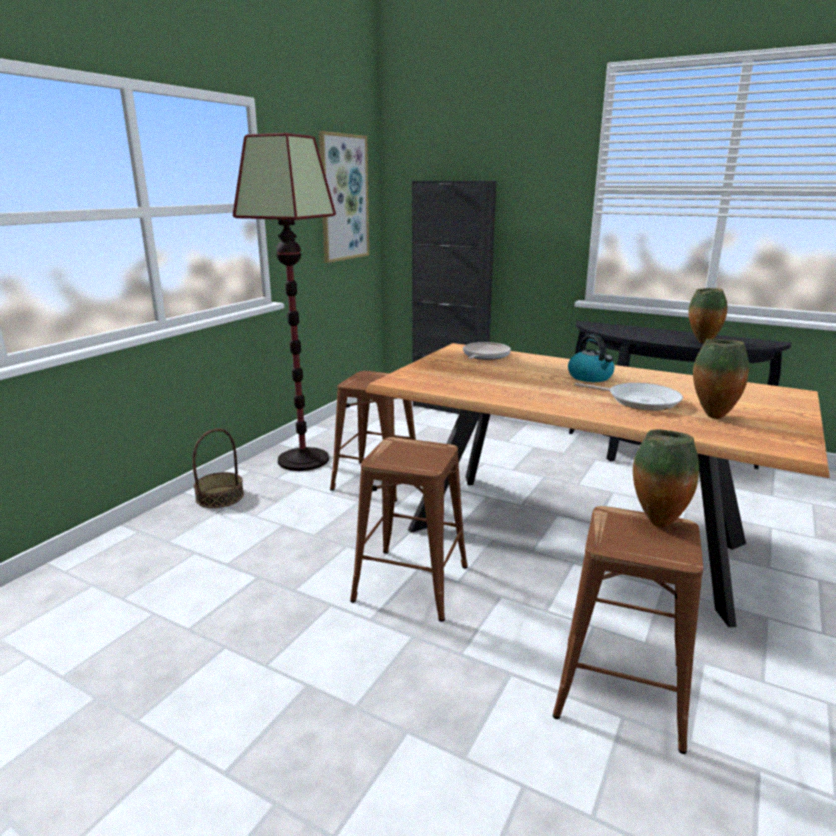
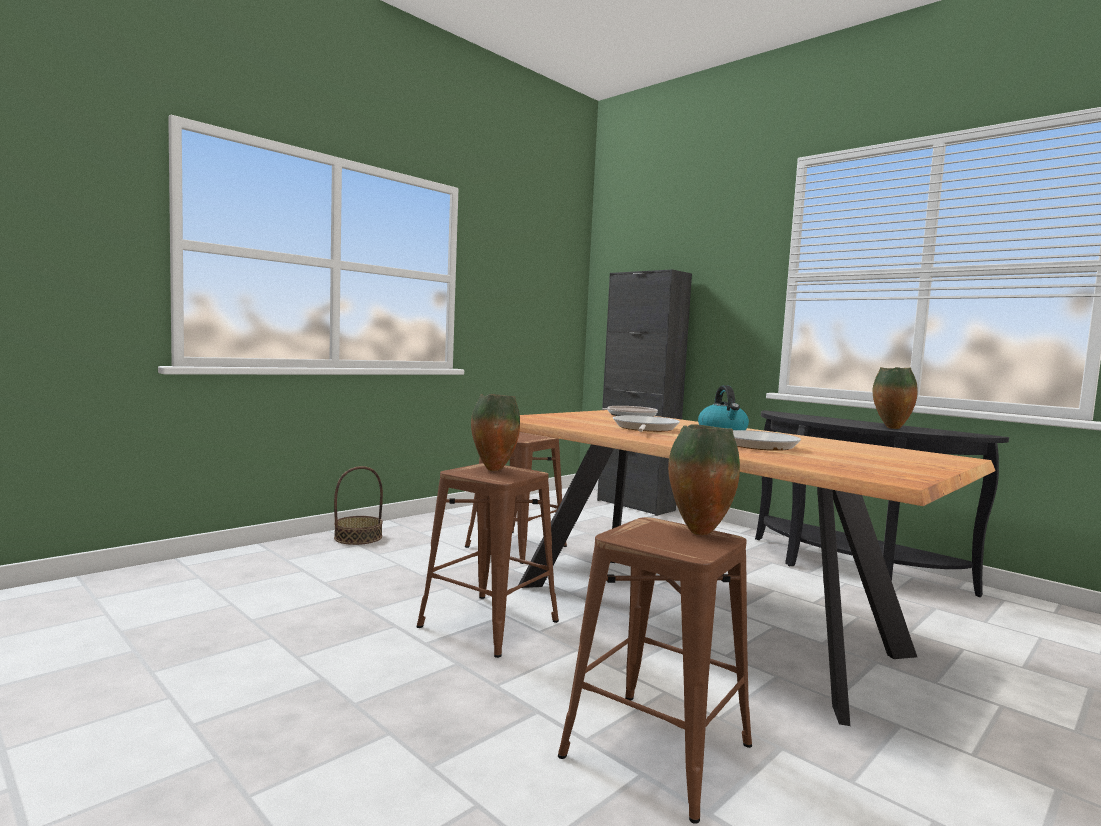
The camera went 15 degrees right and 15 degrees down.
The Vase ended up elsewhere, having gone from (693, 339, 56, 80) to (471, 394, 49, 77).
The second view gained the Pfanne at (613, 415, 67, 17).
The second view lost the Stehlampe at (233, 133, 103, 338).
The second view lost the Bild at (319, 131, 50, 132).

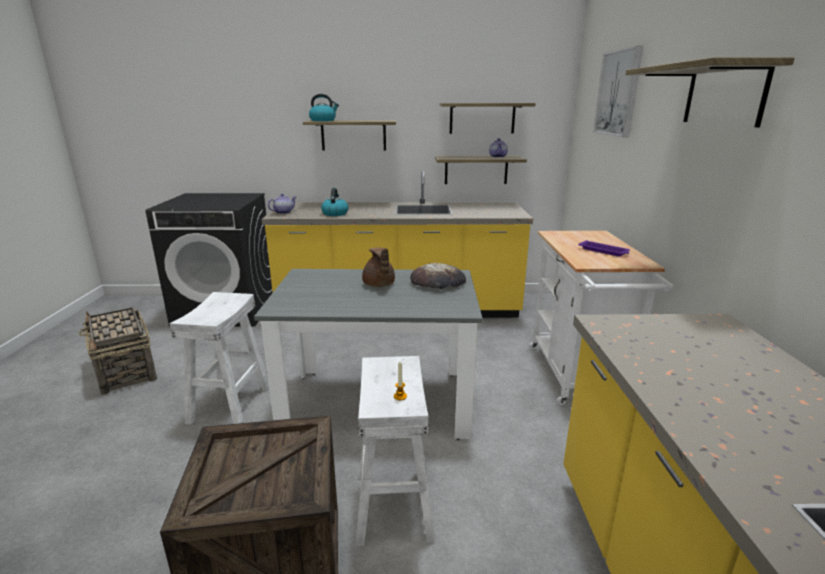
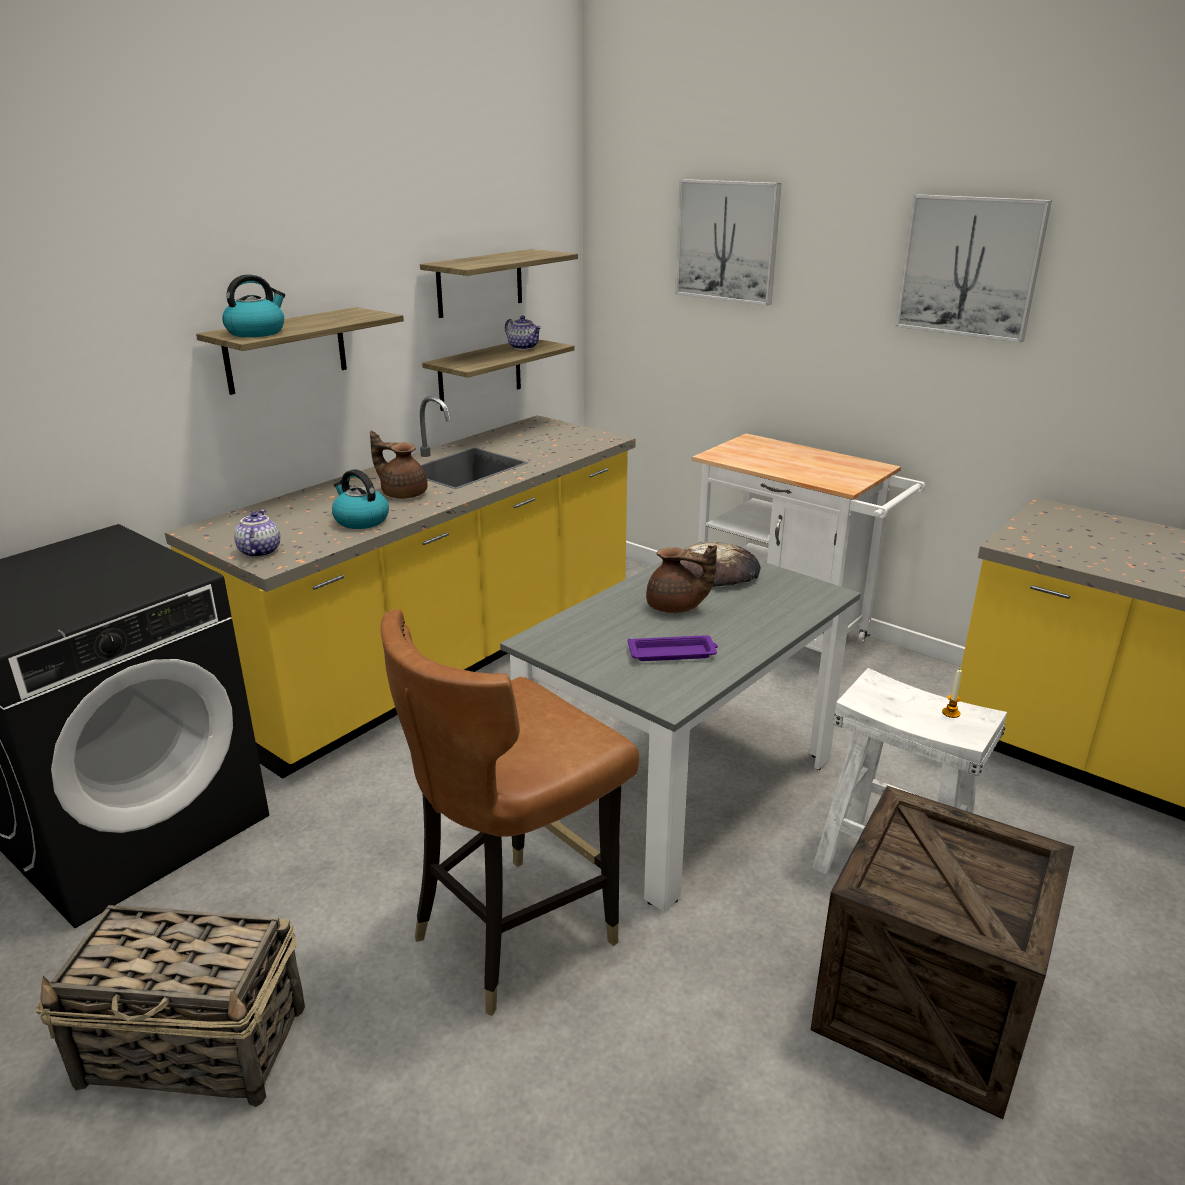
The camera went 50 degrees left and 5 degrees up.
The second view gained the Teekanne/braun at (370, 431, 58, 68).
Where the Hocker/weiß stood at (170, 292, 99, 132), the Stuhl/braun came to stand at (381, 609, 258, 407).
The Tablett/lila ended up elsewhere, having gone from (578, 240, 52, 17) to (628, 635, 90, 26).
Where the Wandregal hung at (626, 57, 169, 70), the Bild came to hang at (895, 194, 157, 149).

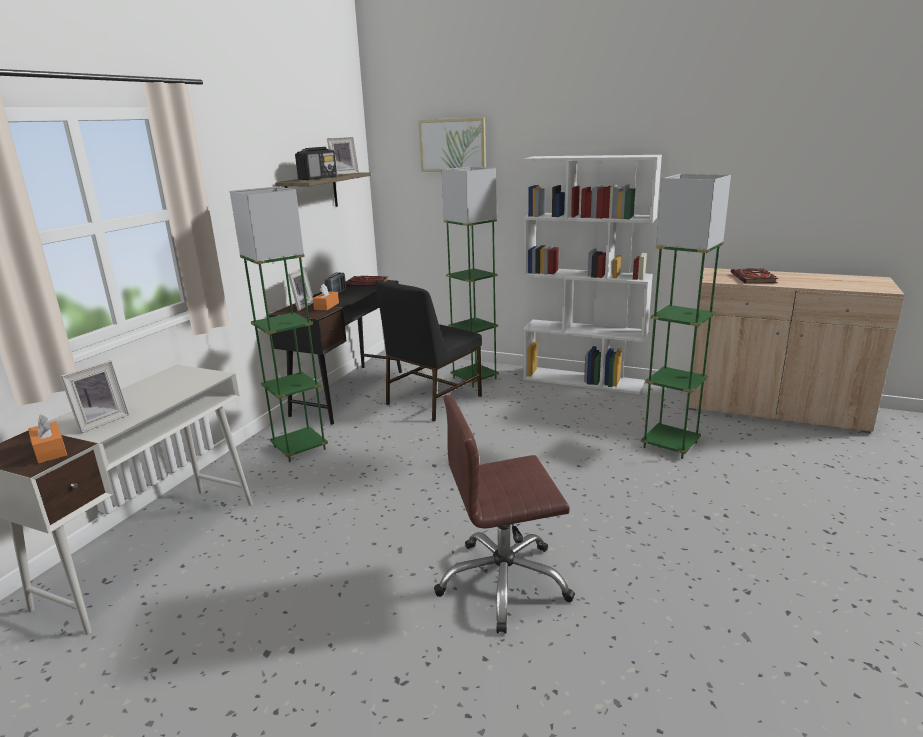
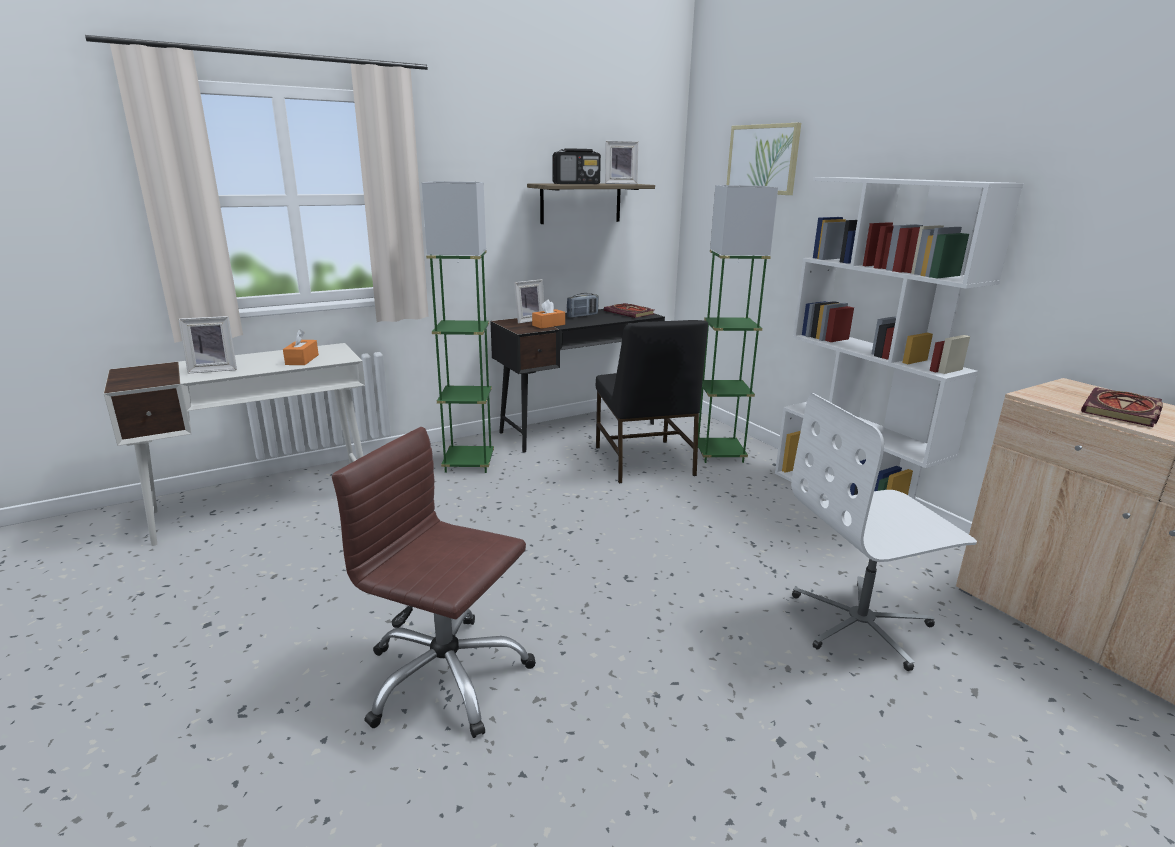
The camera went 35 degrees right and 0 degrees up.
The Taschentuchbox/orange ended up elsewhere, having gone from (28, 414, 39, 50) to (283, 329, 36, 36).
The Stuhl/schwarz at (376, 281, 106, 140) ended up facing another way, 90 degrees counterclockwise from before.
Where the Stehlampe/grün stood at (641, 174, 90, 285), the Bürostuhl/weiß came to stand at (791, 393, 186, 278).

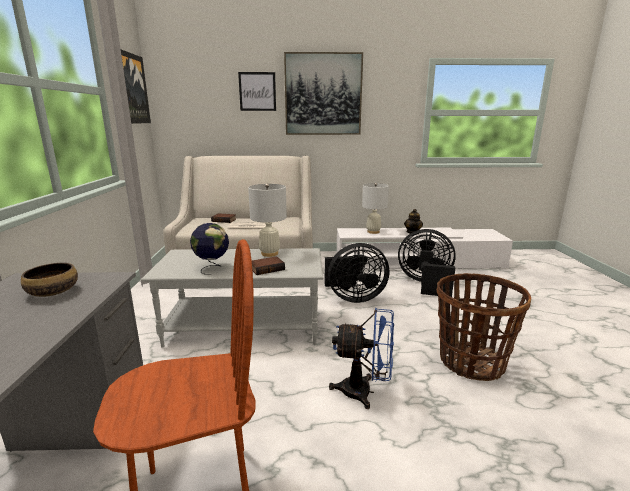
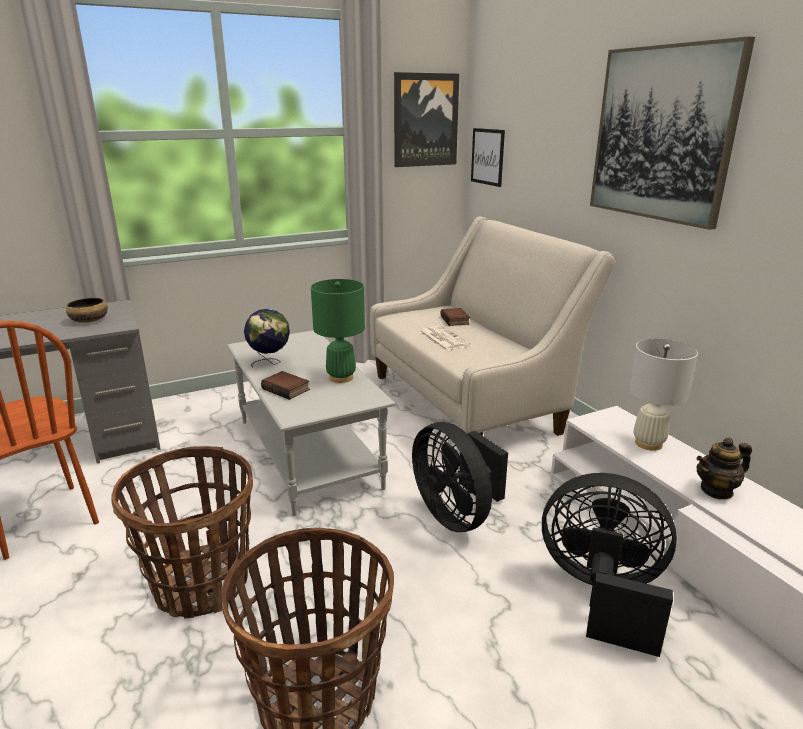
The camera went 65 degrees right and 5 degrees up.
Where the Ventilator/blau stood at (329, 307, 65, 102), the Korb came to stand at (111, 446, 142, 173).
What was the Tischlampe/weiß at (248, 184, 39, 73) turned into the Tischlampe/grün at (311, 279, 54, 104).
The Bild ended up elsewhere, having gone from (238, 72, 38, 39) to (471, 128, 34, 59).
The Ventilator/schwarz at (398, 229, 58, 68) ended up facing another way, 60 degrees counterclockwise from before.

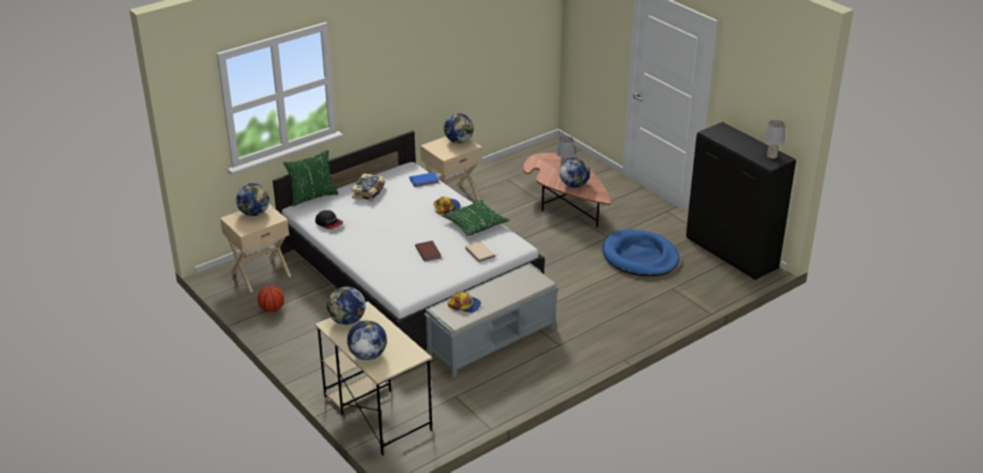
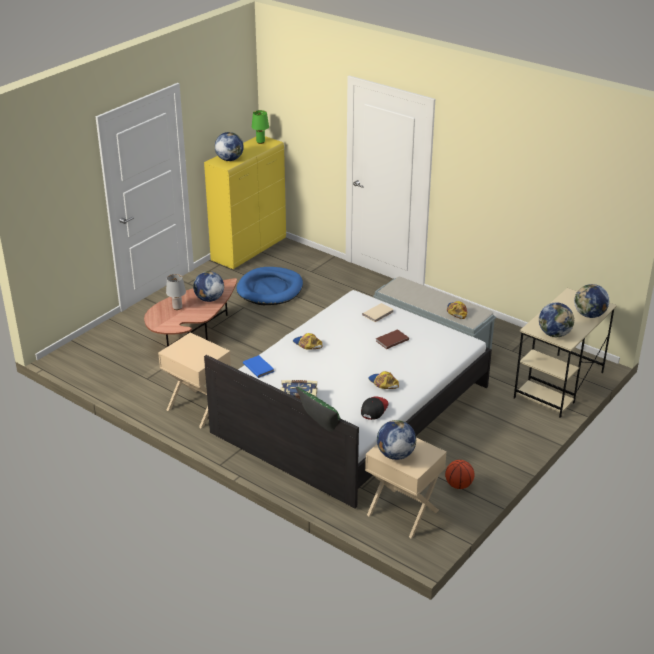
The camera went 105 degrees left and 0 degrees up.
What was the Schrank/schwarz at (686, 122, 110, 158) turned into the Schrank/gelb at (204, 136, 82, 133).
The Globus ended up elsewhere, having gone from (444, 113, 30, 30) to (215, 132, 29, 29).
What was the Tischlampe/grau at (764, 120, 21, 39) turned into the Tischlampe/grün at (252, 110, 17, 34).
The second view gained the Kappe at (368, 371, 31, 18).
The second view lost the Kissen/grün at (442, 200, 68, 36).

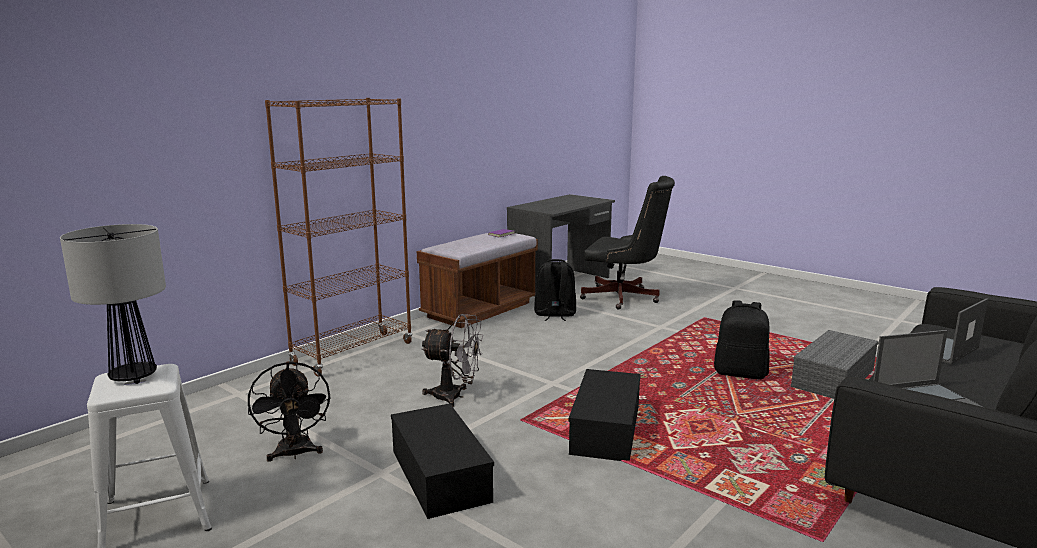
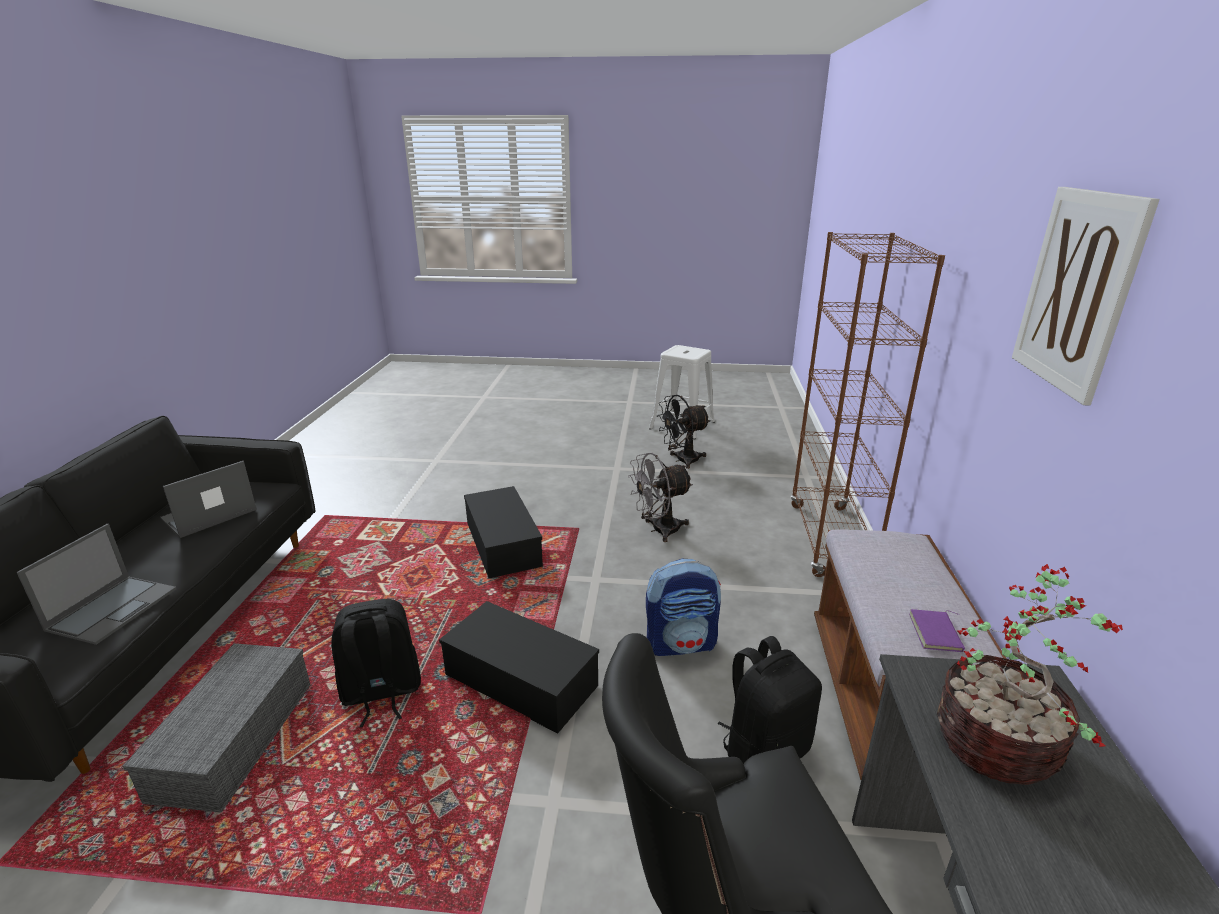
The camera went 145 degrees right and 10 degrees up.
The Aufbewahrungsbox/schwarz ended up elsewhere, having gone from (391, 404, 103, 115) to (439, 601, 160, 133).
The second view gained the Rucksack at (646, 559, 75, 97).
The Ventilator/schwarz at (248, 361, 82, 101) ended up facing another way, 60 degrees counterclockwise from before.
The second view gained the Topfpflanze at (937, 564, 186, 221).
The second view gained the Bild at (1012, 187, 147, 219).
The second view lost the Tischlampe at (60, 224, 106, 160).

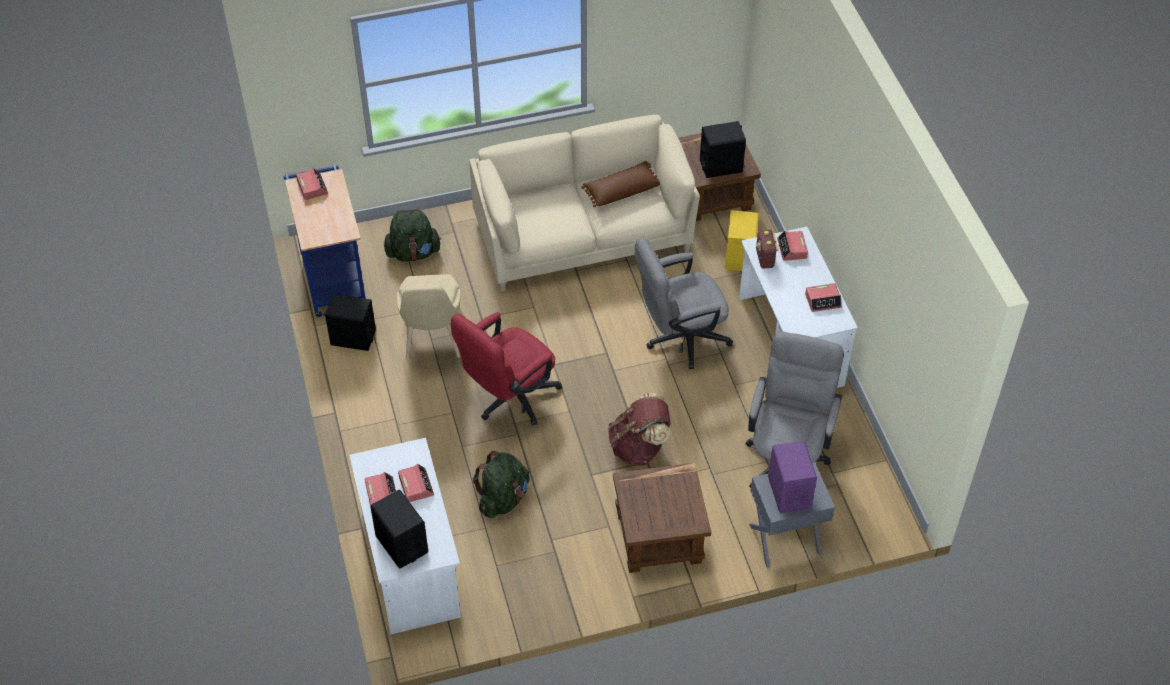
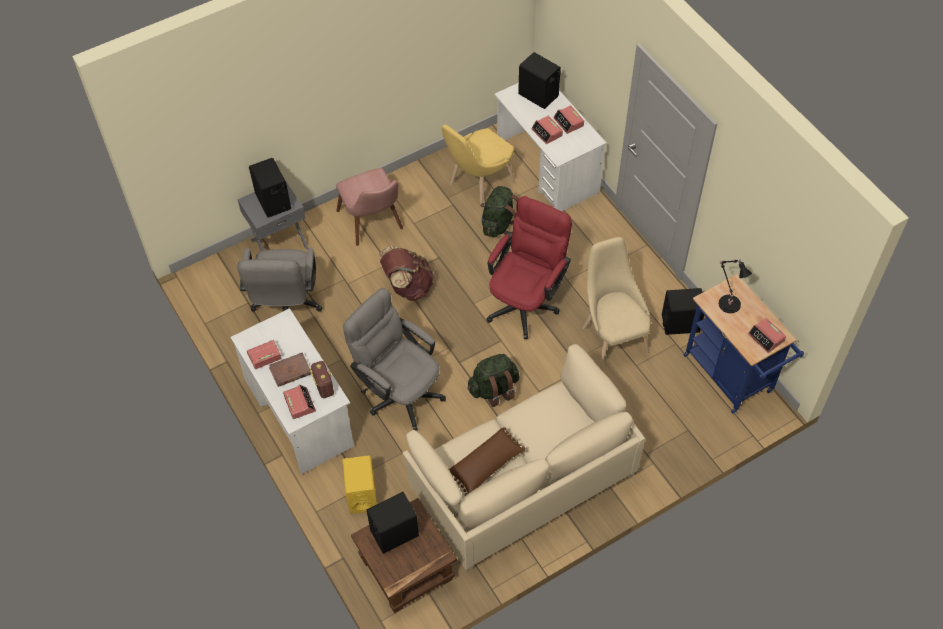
The camera went 165 degrees right and 5 degrees up.
What was the Lautsprecher/lila at (768, 441, 49, 72) turned into the Lautsprecher/schwarz at (249, 158, 42, 59).
The second view gained the Buch/braun at (269, 352, 42, 35).
Where the Beistelltisch/braun stood at (613, 463, 98, 110), the Stuhl/rosa came to stand at (336, 168, 67, 78).
The Bürostuhl/grau at (635, 238, 98, 131) ended up facing another way, 105 degrees counterclockwise from before.
The second view gained the Stuhl/gelb at (441, 125, 75, 82).
The Rucksack/grün ended up elsewhere, having gone from (384, 207, 58, 55) to (468, 354, 52, 53).
The second view gained the Tischlampe/schwarz at (719, 259, 33, 54).

